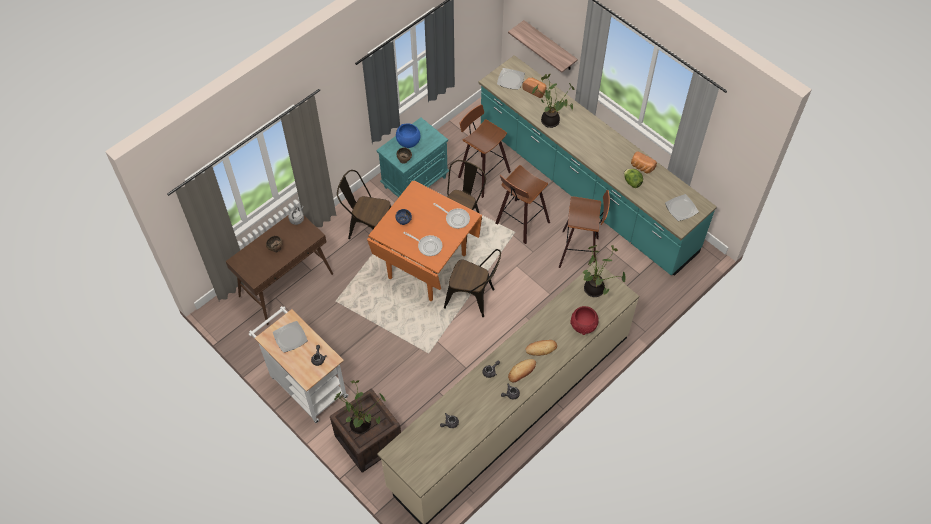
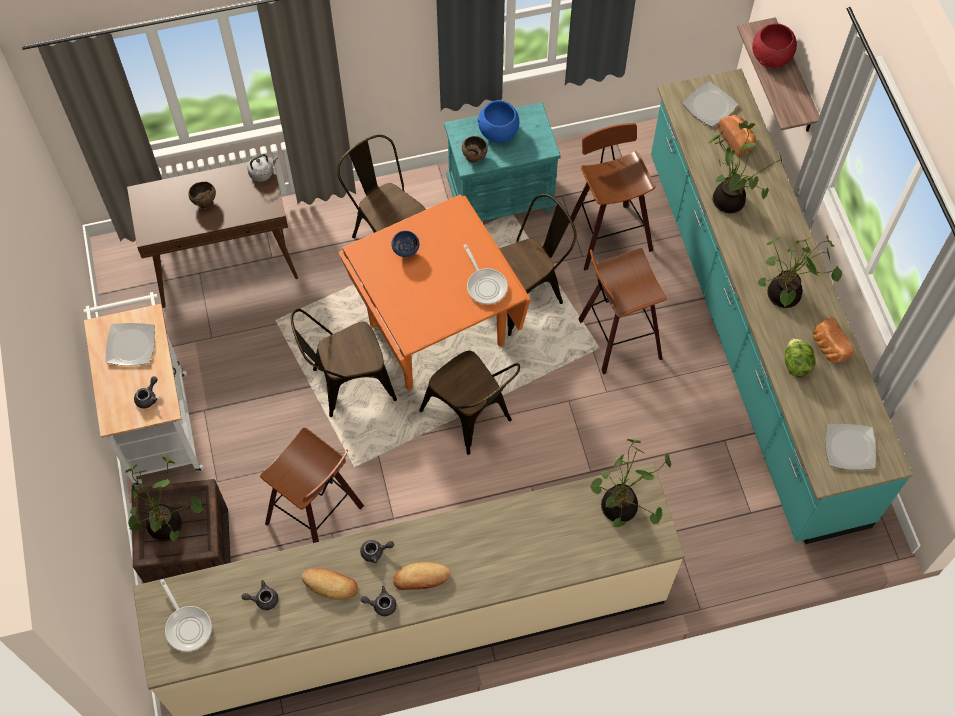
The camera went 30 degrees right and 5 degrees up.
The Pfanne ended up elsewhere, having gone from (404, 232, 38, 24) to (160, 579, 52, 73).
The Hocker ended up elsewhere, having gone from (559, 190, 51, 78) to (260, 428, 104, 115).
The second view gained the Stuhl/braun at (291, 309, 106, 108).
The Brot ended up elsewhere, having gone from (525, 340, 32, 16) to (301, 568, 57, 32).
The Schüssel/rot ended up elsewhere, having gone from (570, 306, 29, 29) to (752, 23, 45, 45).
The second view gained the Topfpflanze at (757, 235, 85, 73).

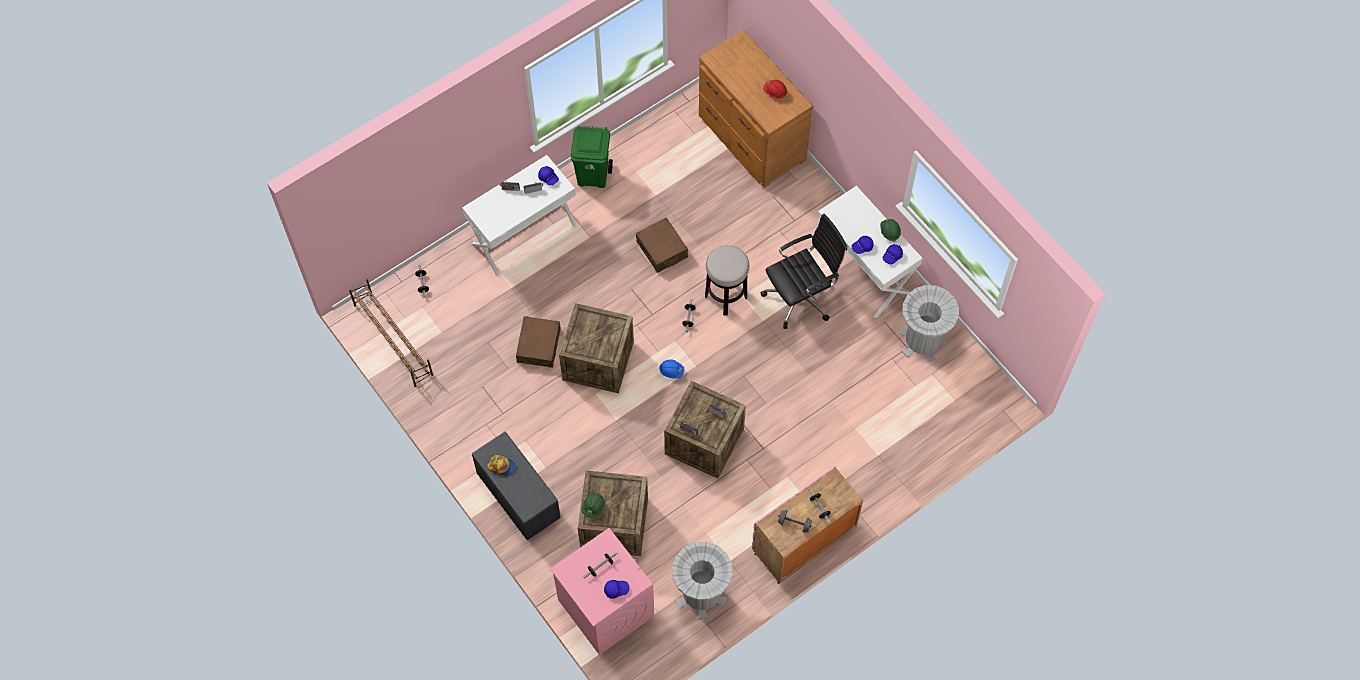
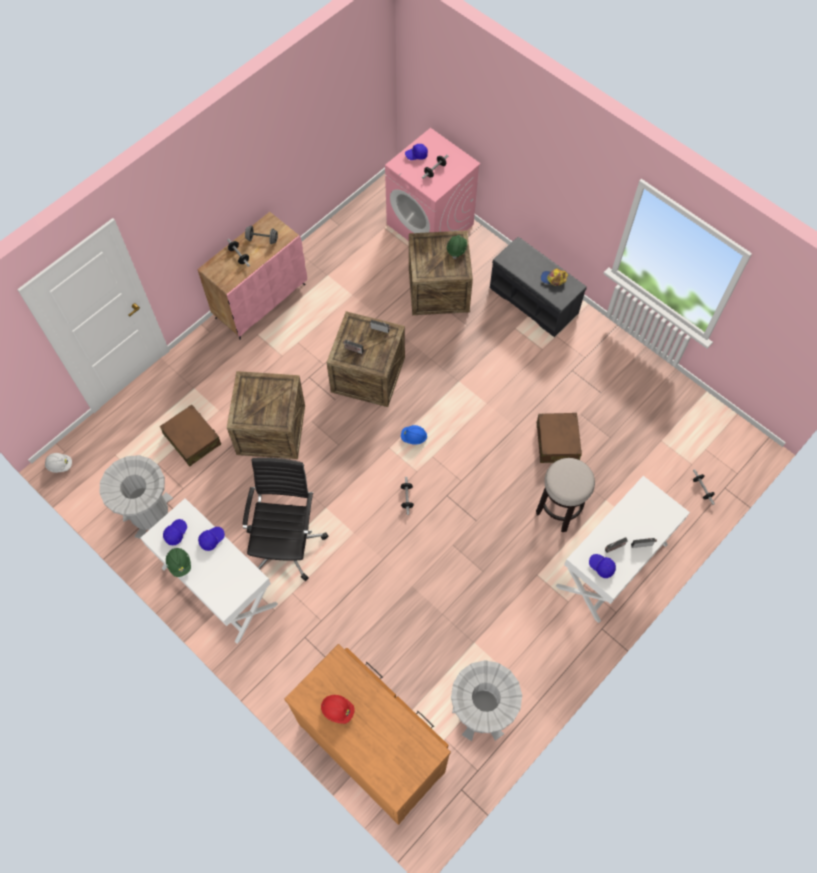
The camera went 170 degrees right and 0 degrees up.
The second view gained the Schutzhelm/weiß at (45, 453, 27, 20).
The Koffer/braun ended up elsewhere, having gone from (636, 218, 52, 55) to (160, 405, 61, 62).
The Kiste ended up elsewhere, having gone from (559, 303, 75, 90) to (227, 371, 78, 88).
The Bürostuhl/schwarz at (760, 214, 87, 115) ended up facing another way, 135 degrees clockwise from before.
The Mülleimer/grau ended up elsewhere, having gone from (672, 542, 61, 77) to (451, 660, 71, 81).
The Hocker ended up elsewhere, having gone from (705, 245, 44, 71) to (536, 458, 59, 74).
The second view lost the Schuhregal/braun at (349, 279, 84, 108).
The second view lost the Mülleimer/grün at (571, 125, 42, 63).

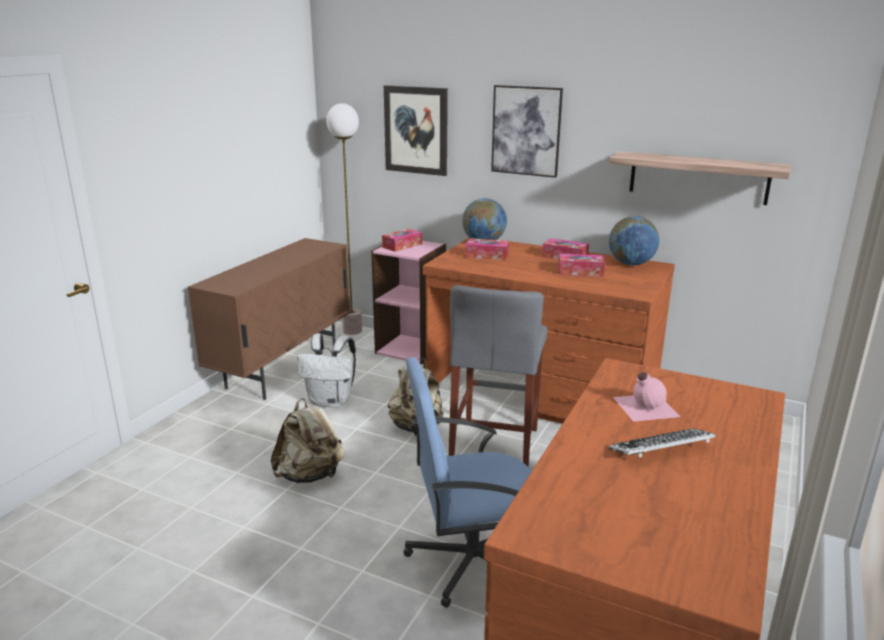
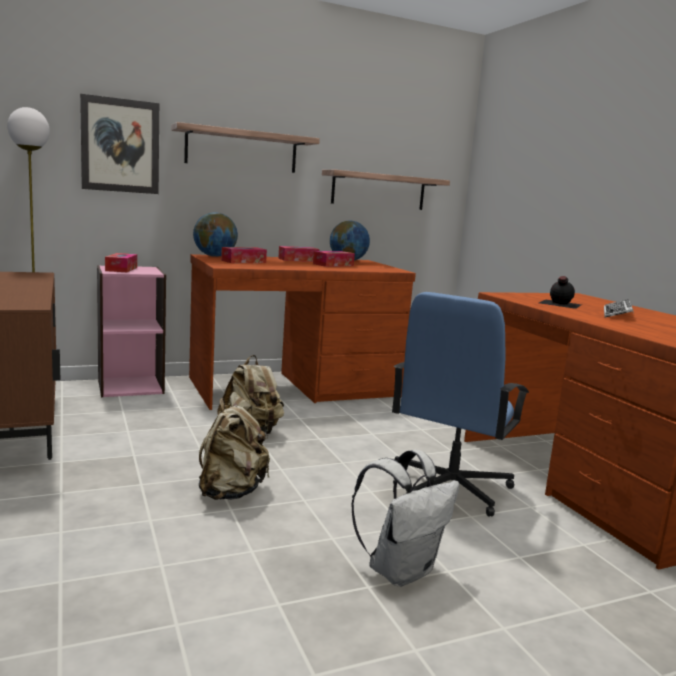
The camera went 50 degrees left and 10 degrees down.
Where the Bild hung at (491, 85, 72, 93), the Wandregal came to hang at (171, 122, 149, 51).
The Rucksack/weiß ended up elsewhere, having gone from (297, 334, 59, 74) to (351, 450, 108, 137).
What was the Flasche/rosa at (613, 372, 67, 50) turned into the Flasche/schwarz at (539, 276, 43, 33).
The second view lost the Hocker/grau at (449, 285, 98, 182).

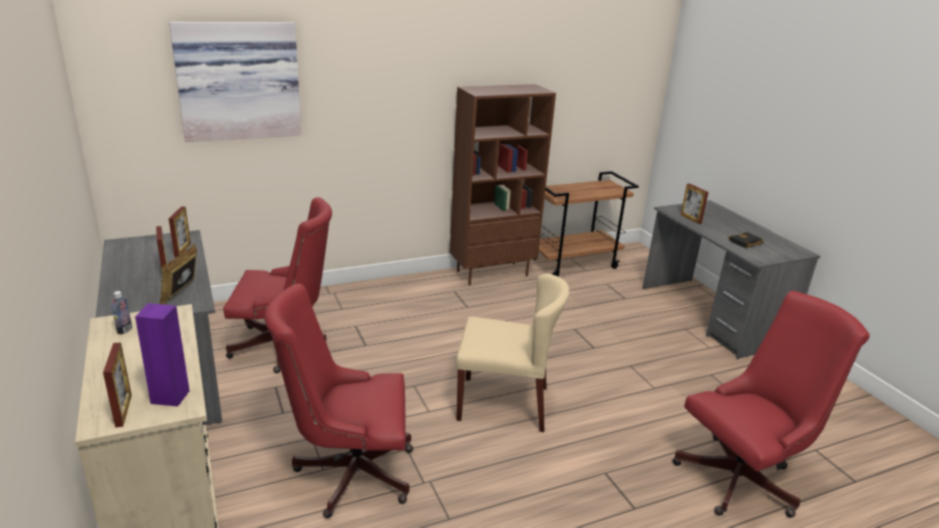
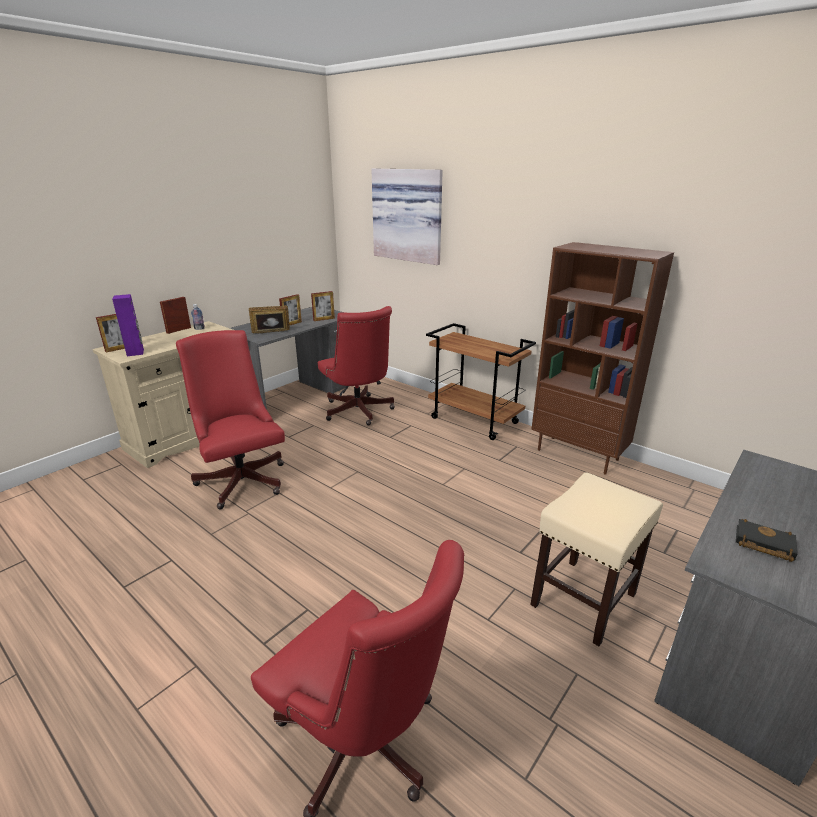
The camera went 65 degrees right and 0 degrees up.
The Bilderrahmen ended up elsewhere, having gone from (680, 183, 29, 41) to (160, 297, 31, 37).
The Rollwagen/braun ended up elsewhere, having gone from (533, 171, 106, 106) to (426, 323, 110, 117).
The second view gained the Hocker/beige at (530, 472, 133, 174).
The second view lost the Stuhl/beige at (456, 274, 114, 158).

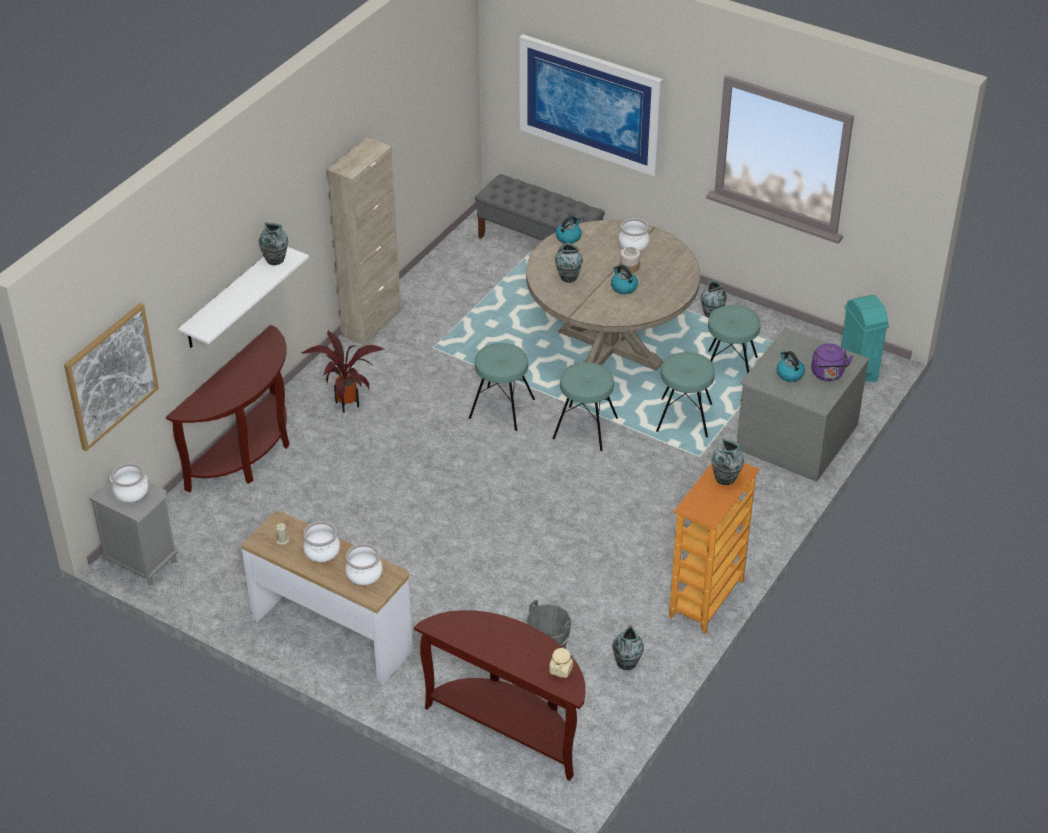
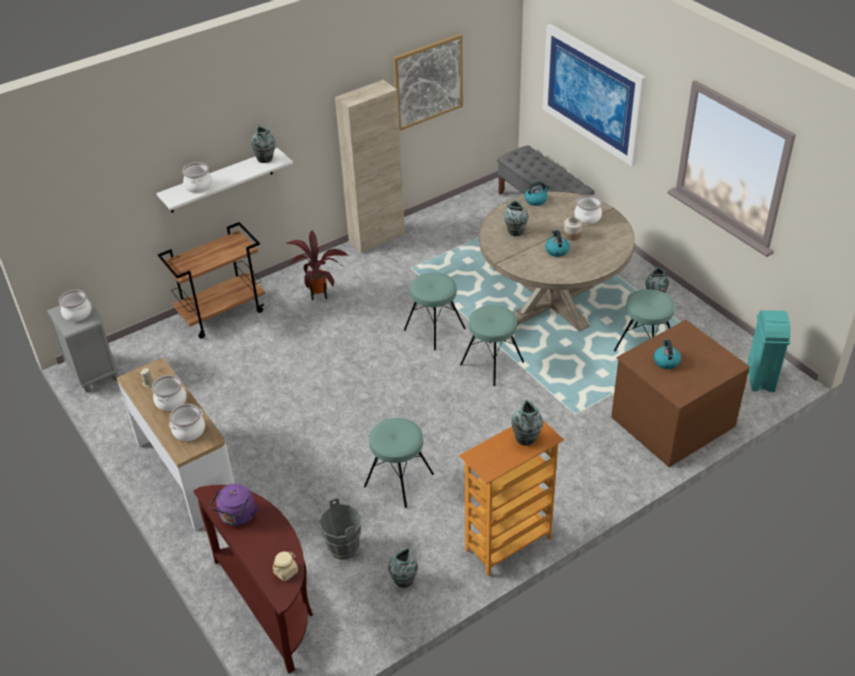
The camera went 25 degrees right and 0 degrees up.
Where the Konsolentisch/braun stood at (166, 325, 123, 168), the Rollwagen/braun came to stand at (158, 222, 107, 117).
The second view gained the Kochtopf at (182, 162, 30, 31).
The Wasserkessel/lila ended up elsewhere, having gone from (811, 343, 42, 38) to (209, 483, 50, 43).
The Hocker/türkis ended up elsewhere, having gone from (656, 352, 59, 85) to (364, 418, 70, 90).
The Bild ended up elsewhere, having gone from (64, 303, 95, 148) to (393, 34, 70, 97).
What was the Kommode/grau at (737, 328, 132, 154) turned into the Kommode/braun at (611, 320, 139, 147).

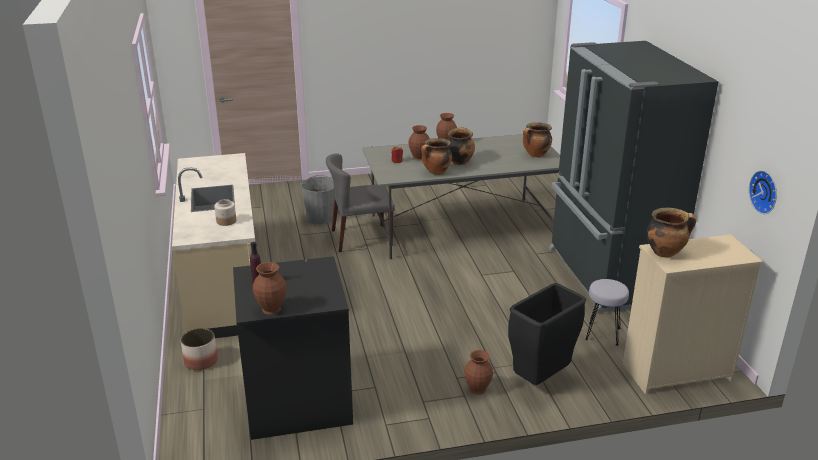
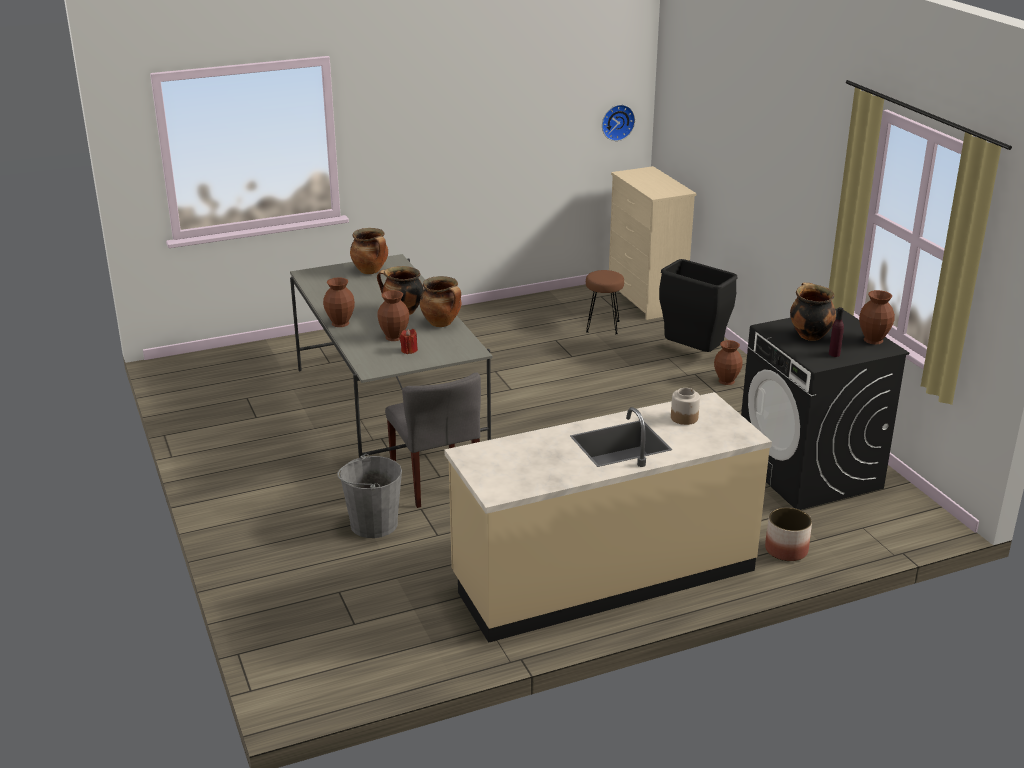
The camera went 100 degrees left and 0 degrees up.
What was the Hocker/grau at (585, 279, 44, 67) turned into the Hocker/braun at (586, 270, 38, 64).
The Kochtopf ended up elsewhere, having gone from (647, 208, 49, 50) to (790, 283, 46, 58).
The second view lost the Kühlschrank/schwarz at (549, 41, 170, 272).

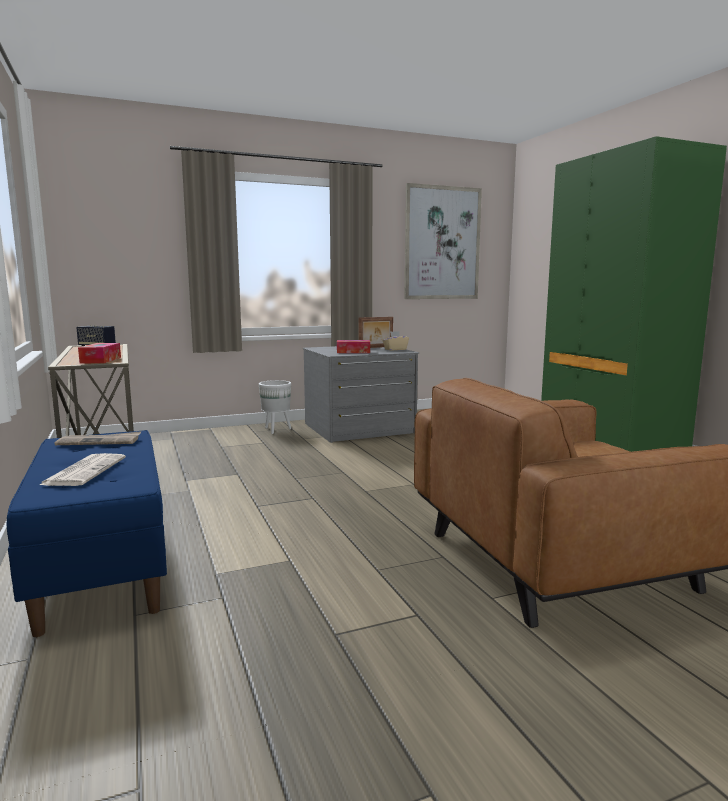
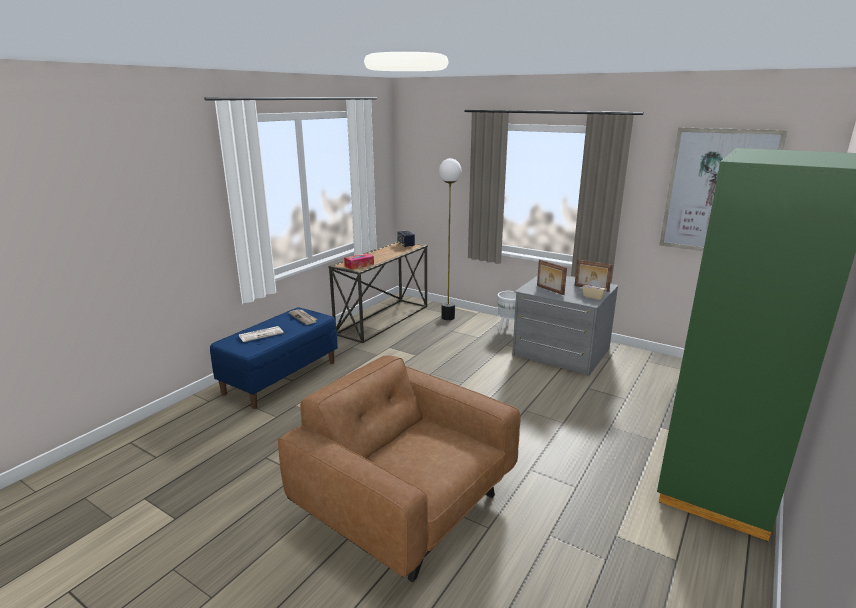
The camera went 55 degrees right and 10 degrees up.
The second view gained the Stehlampe at (439, 158, 22, 162).
Where the Taschentuchbox stood at (337, 340, 33, 13), the Bilderrahmen came to stand at (537, 260, 30, 35).

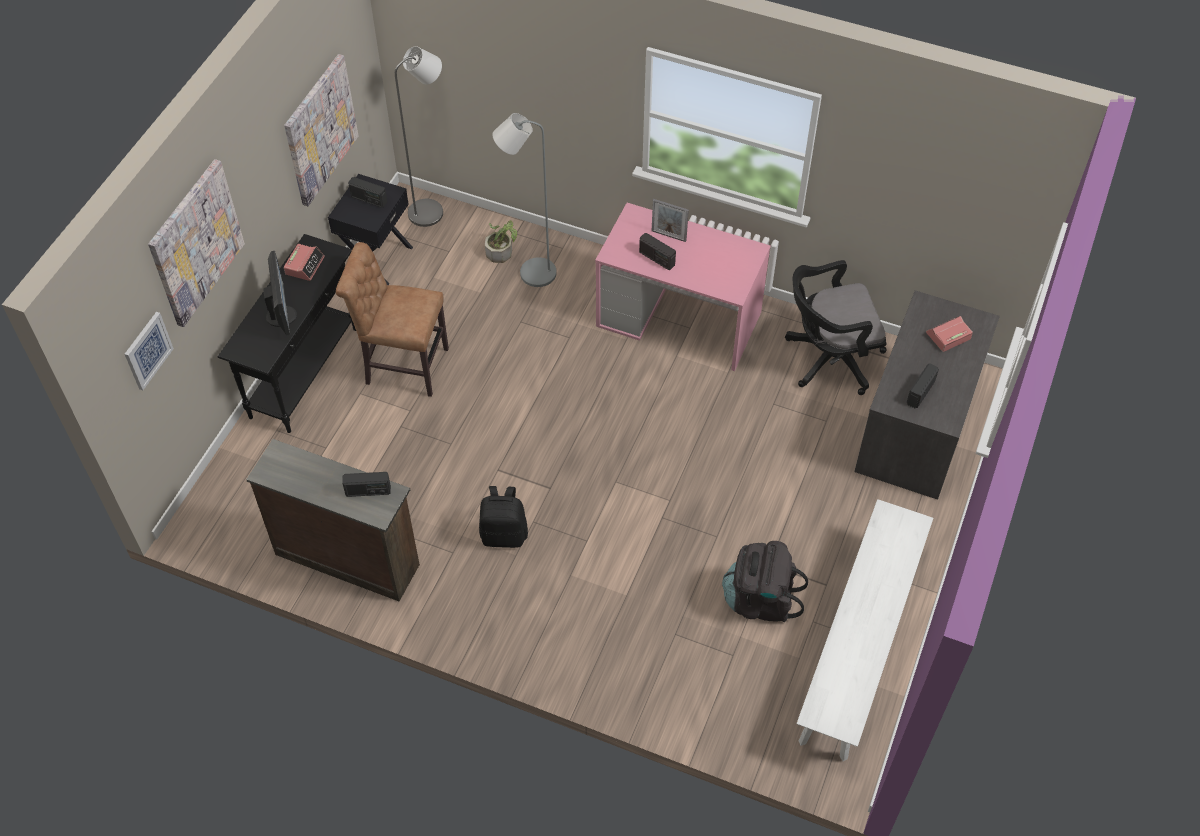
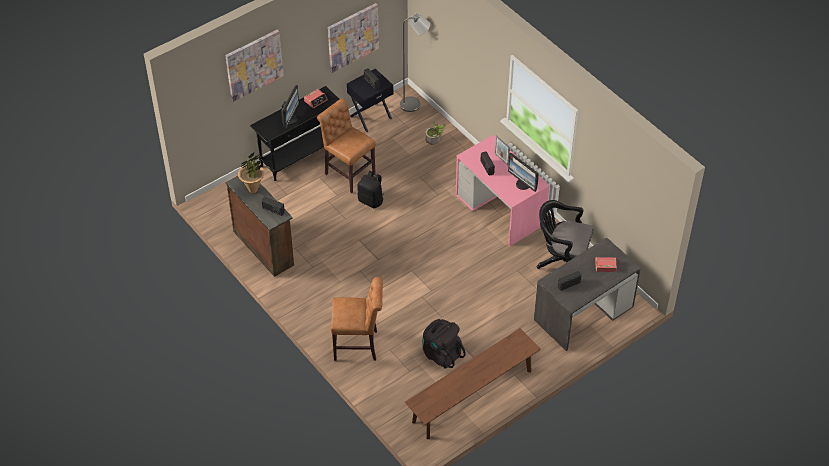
The camera went 30 degrees right and 5 degrees down.
The second view gained the Topfpflanze at (238, 153, 27, 40).
The second view gained the Stuhl/braun at (331, 277, 52, 84).
The Rucksack/schwarz ended up elsewhere, having gone from (479, 486, 49, 62) to (357, 171, 27, 37).
What was the Bank/weiß at (797, 499, 136, 262) turned into the Bank/braun at (405, 328, 136, 111).
The second view gained the Monitor at (508, 153, 31, 39).
The second view lost the Bild at (125, 312, 49, 78).
The second view lost the Stehlampe/grau at (492, 113, 65, 174).

